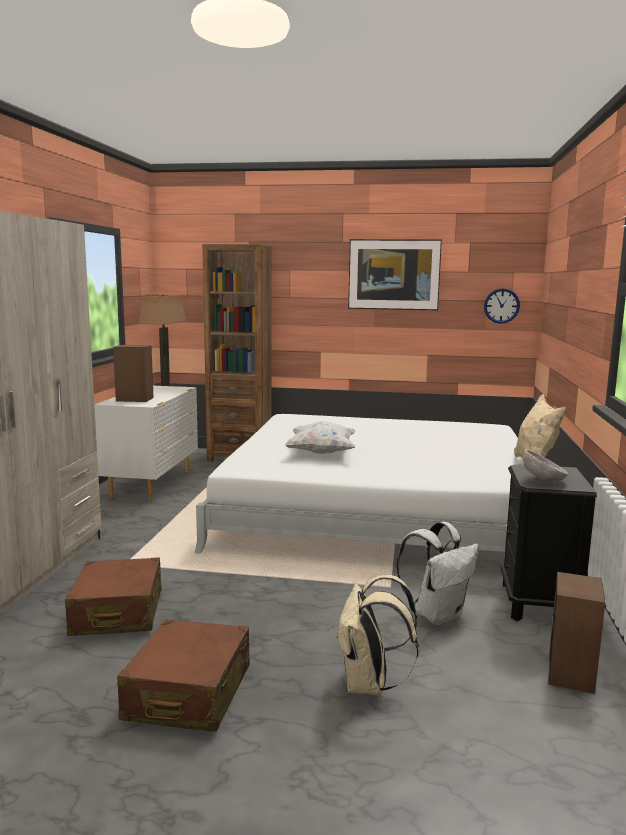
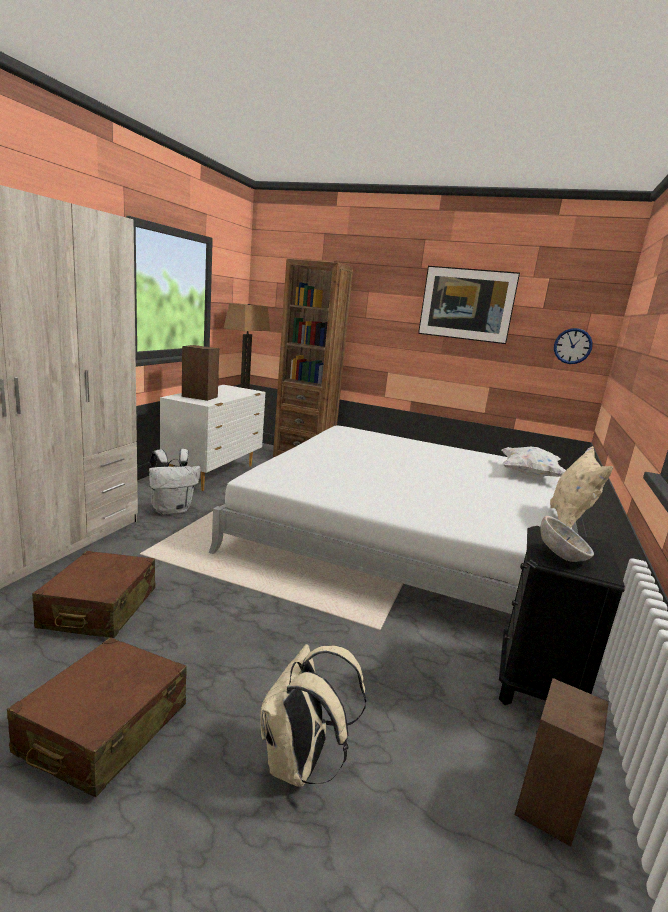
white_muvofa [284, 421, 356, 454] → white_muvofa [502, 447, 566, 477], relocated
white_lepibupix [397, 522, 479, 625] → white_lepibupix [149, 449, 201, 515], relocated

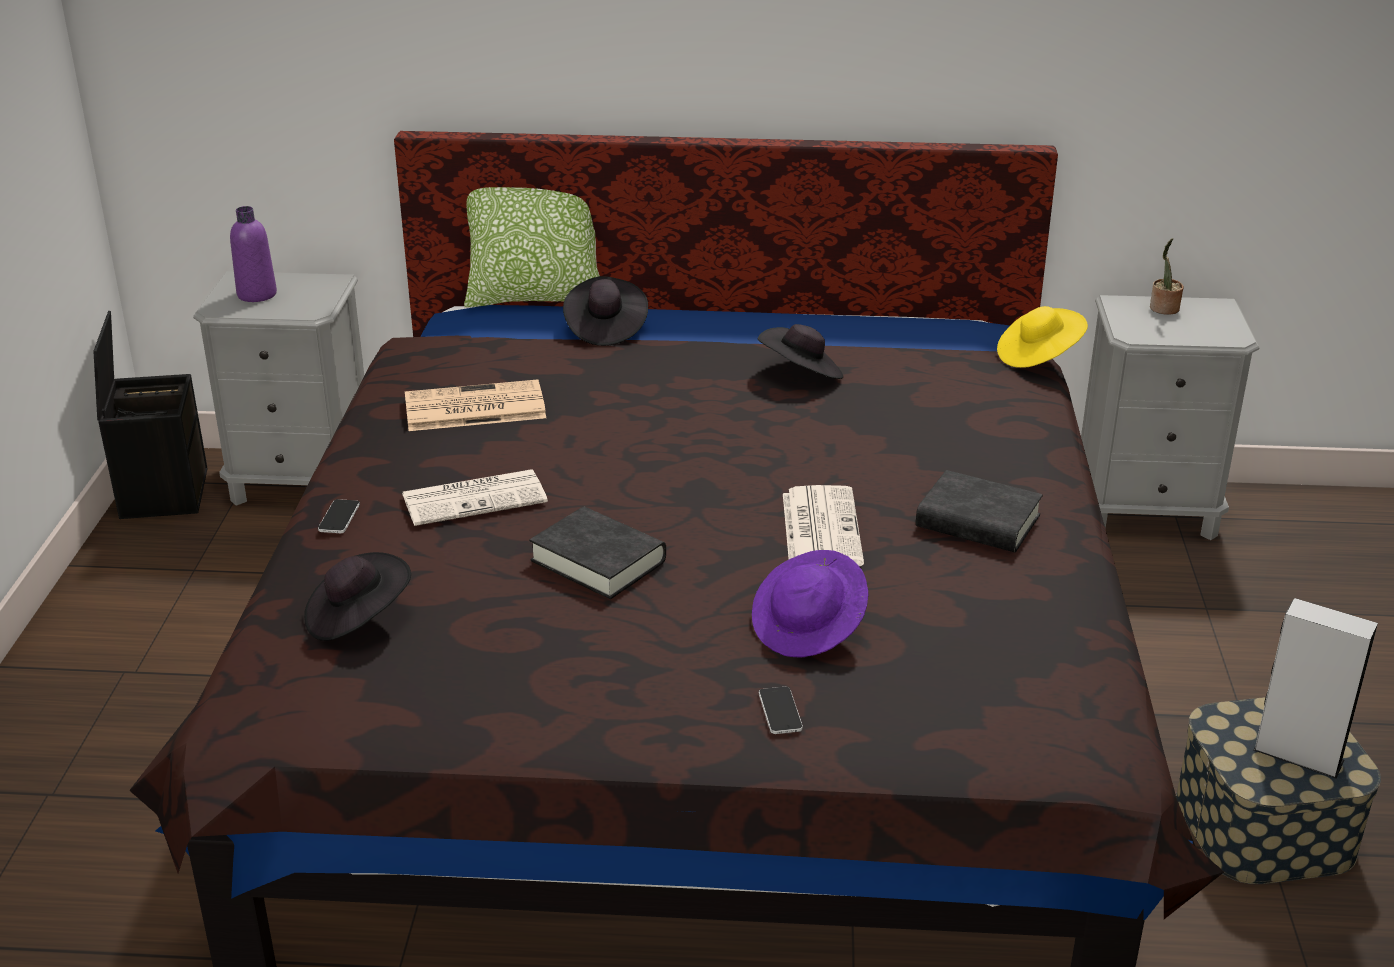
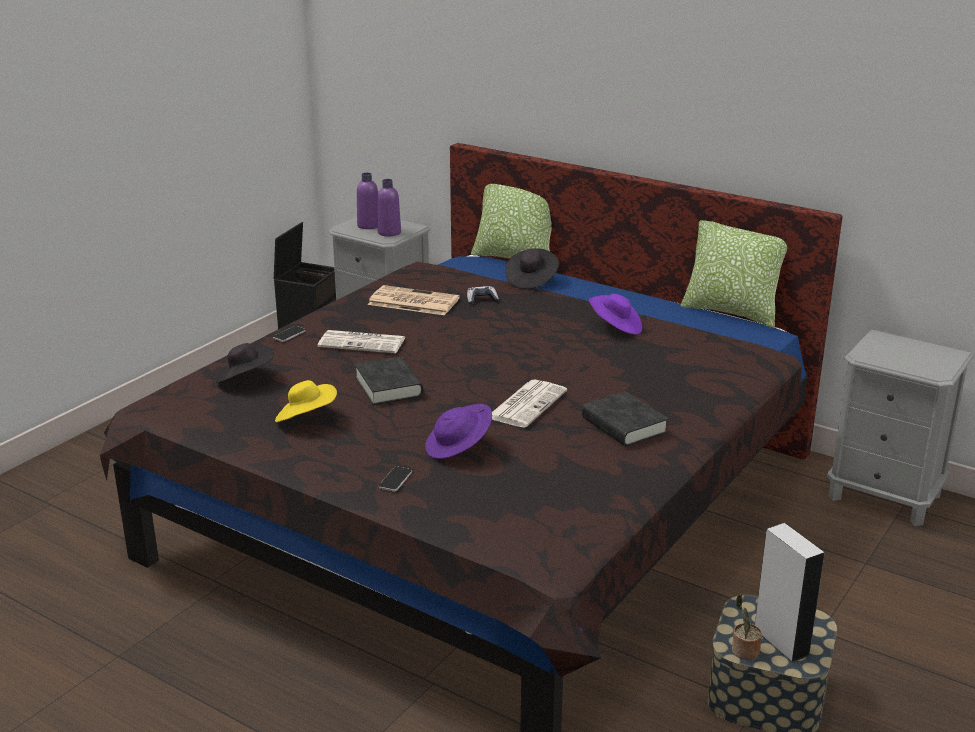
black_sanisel [757, 324, 843, 379] → purple_sanisel [589, 294, 642, 335]
yellow_sanisel [997, 306, 1088, 368] → yellow_sanisel [275, 380, 337, 422], relocated
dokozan [1150, 238, 1184, 315] → dokozan [732, 594, 762, 660], relocated
- → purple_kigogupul [377, 179, 401, 236]
- → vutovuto [467, 286, 499, 304]
- → muvofa [680, 220, 787, 328]

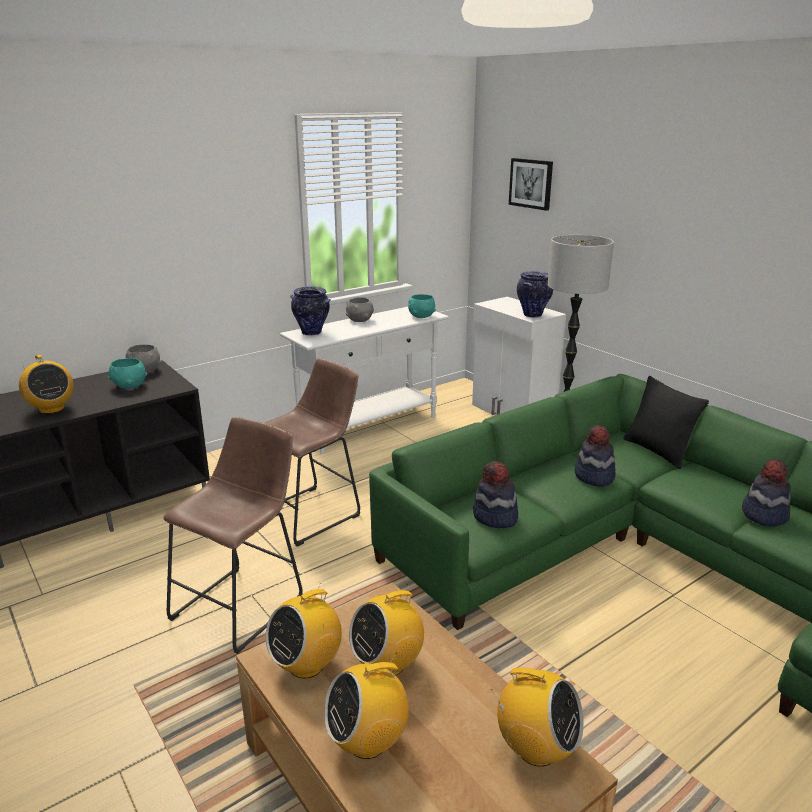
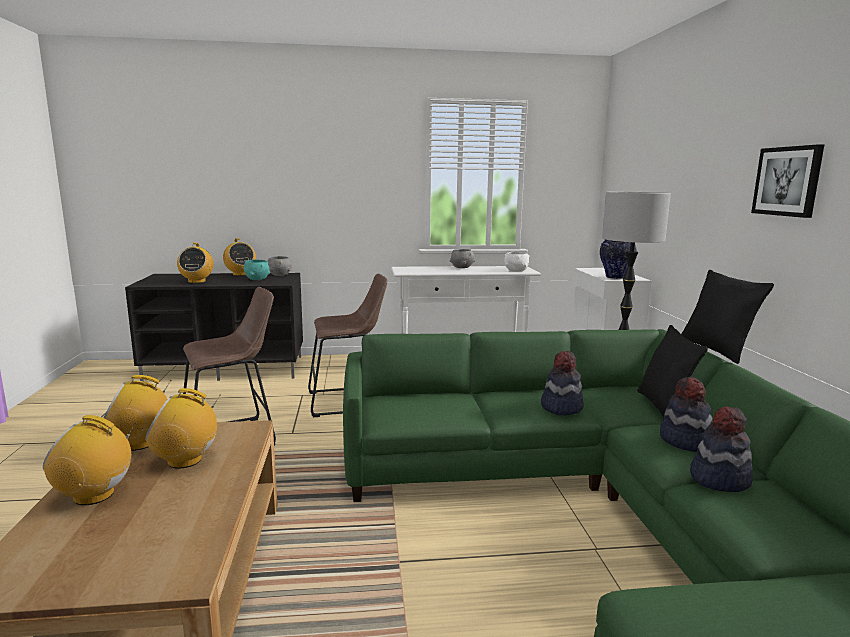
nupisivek [290, 287, 331, 335] → -
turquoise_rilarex [408, 294, 436, 318] → white_rilarex [504, 252, 529, 272]
sanisel [473, 461, 518, 528] → sanisel [660, 377, 713, 452], relocated
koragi [491, 667, 584, 767] → koragi [223, 238, 256, 276], relocated
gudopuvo [509, 158, 553, 211] → gudopuvo [751, 144, 824, 218], relocated
- → black_muvofa [681, 270, 774, 364]

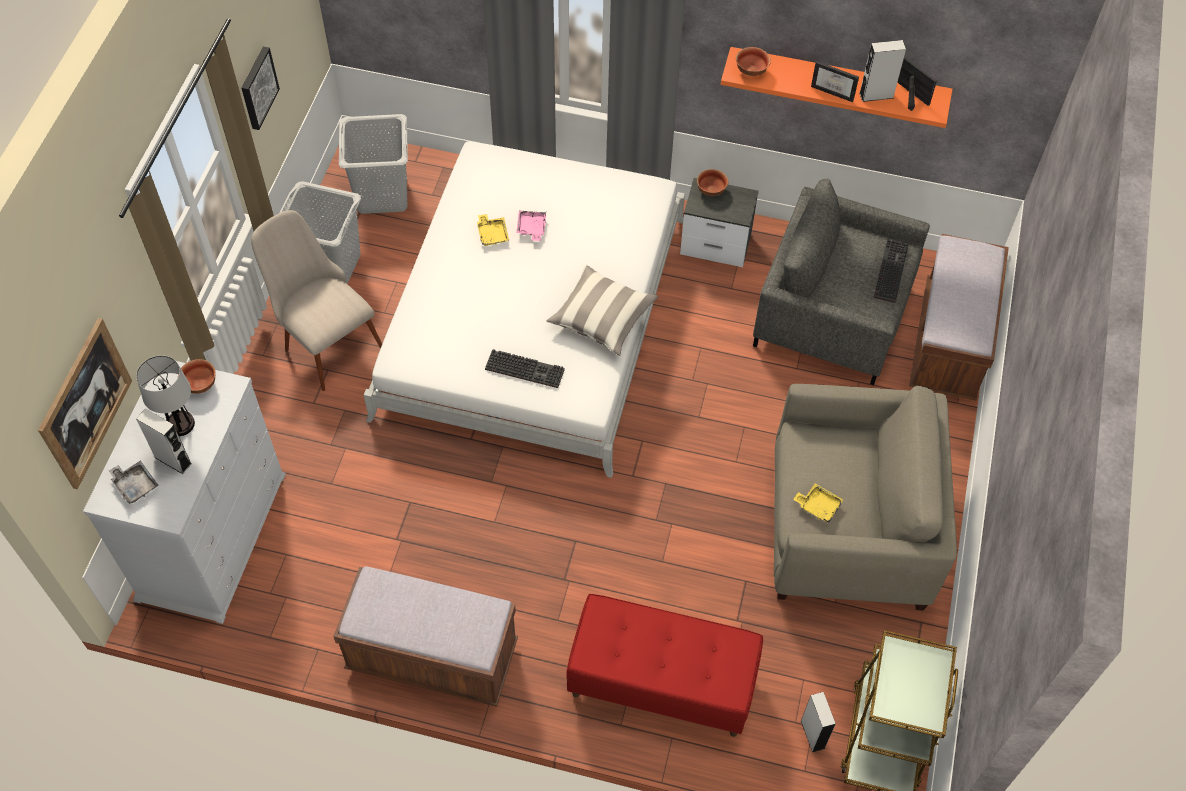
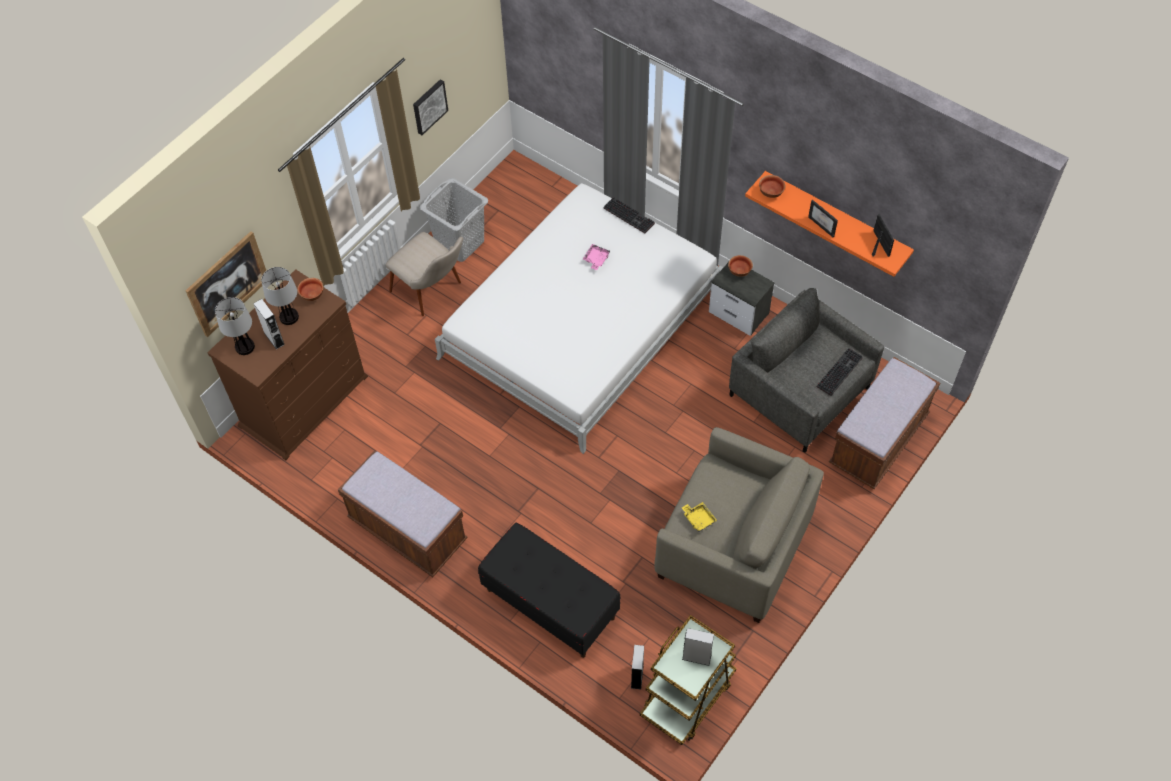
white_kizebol [83, 361, 286, 624] → brown_kizebol [207, 269, 368, 460]
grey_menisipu [109, 461, 159, 504] → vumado [215, 297, 255, 355]
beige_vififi [251, 210, 382, 391] → beige_vififi [386, 232, 463, 316], 150 degrees clockwise
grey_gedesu [339, 114, 408, 214] → -
yellow_menisipu [477, 214, 509, 246] → -
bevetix [485, 349, 565, 388] → bevetix [603, 197, 655, 233], relocated
muvofa [546, 265, 658, 356] → -
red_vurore [567, 594, 763, 737] → black_vurore [478, 523, 620, 658]
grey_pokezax [859, 40, 906, 102] → grey_pokezax [682, 628, 714, 666], relocated

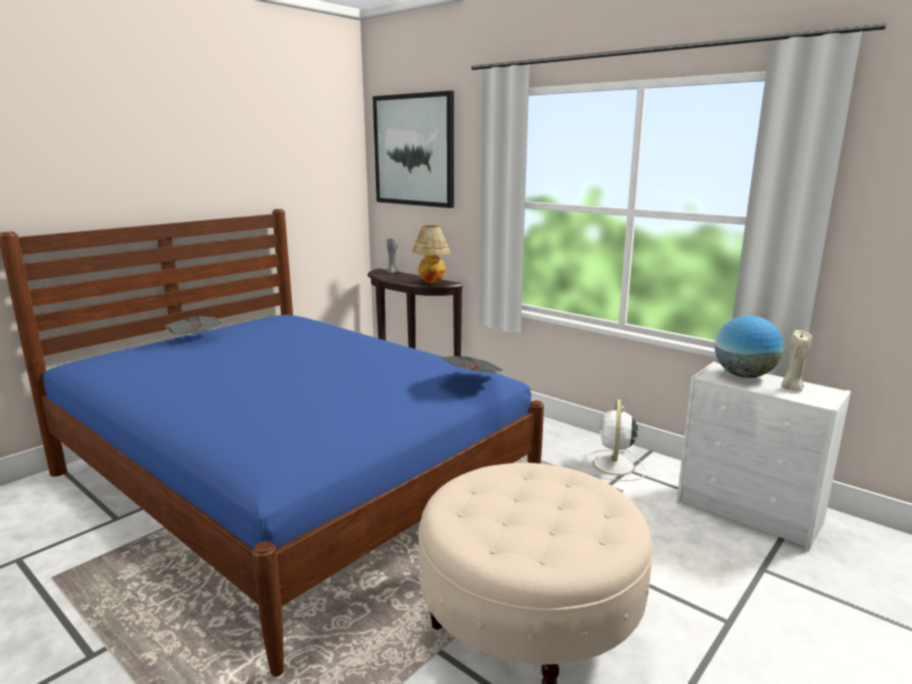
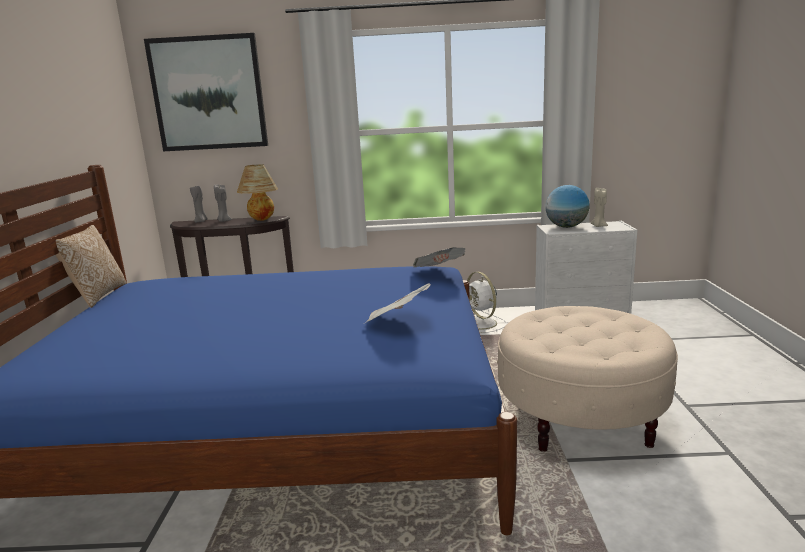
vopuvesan [165, 316, 222, 334] → vopuvesan [365, 283, 431, 323], relocated
- → muvofa [56, 225, 127, 308]
- → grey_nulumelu [214, 185, 232, 222]

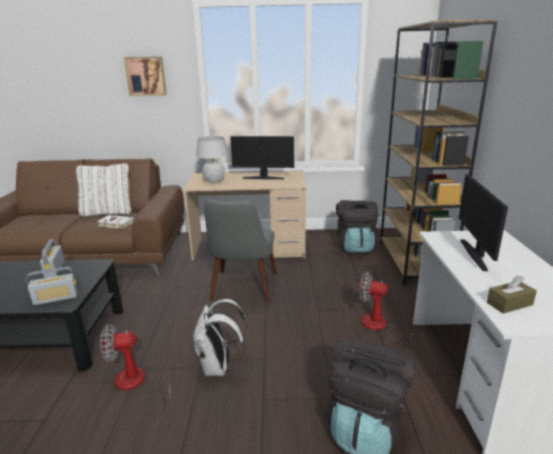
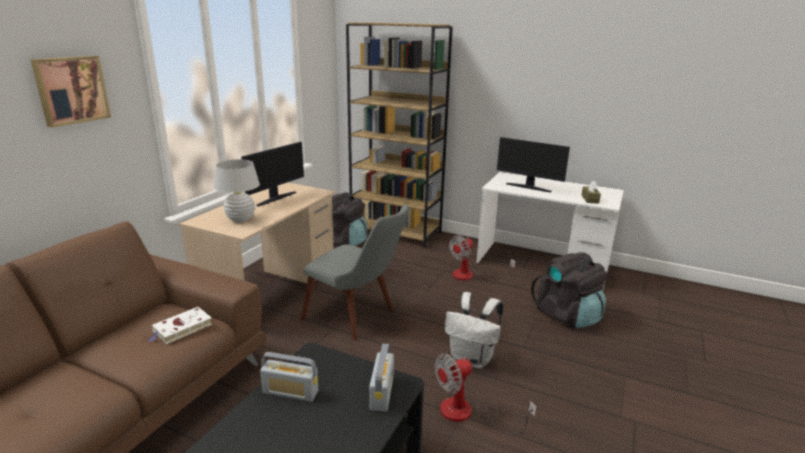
white_muvofa [76, 163, 132, 217] → -
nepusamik [100, 324, 171, 413] → nepusamik [435, 353, 537, 434], 45 degrees clockwise

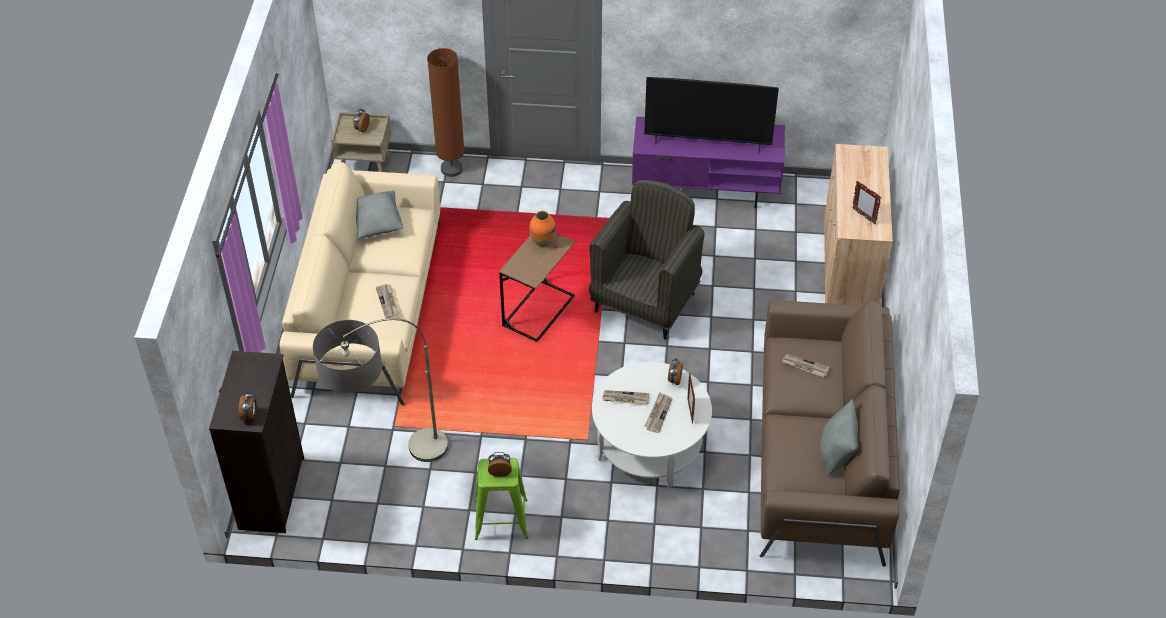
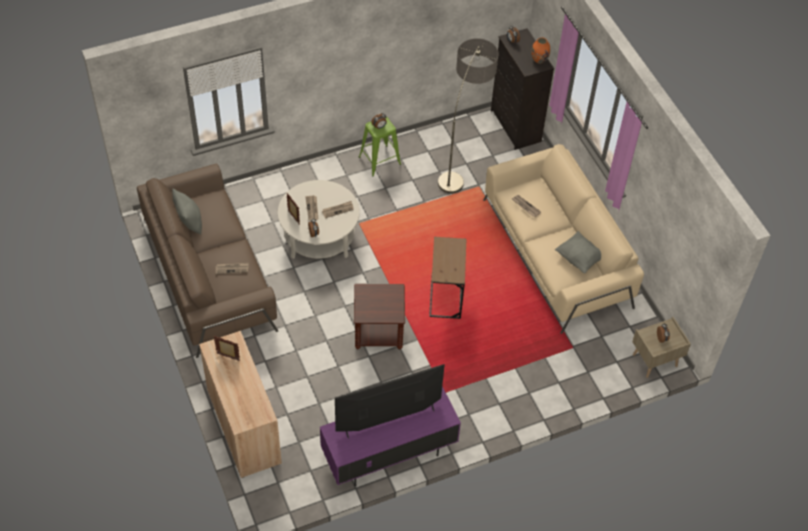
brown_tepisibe [427, 48, 465, 177] → -
orange_nupisivek [529, 211, 556, 247] → orange_nupisivek [531, 37, 550, 64], relocated
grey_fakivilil [589, 180, 705, 340] → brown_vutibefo [354, 284, 405, 350]

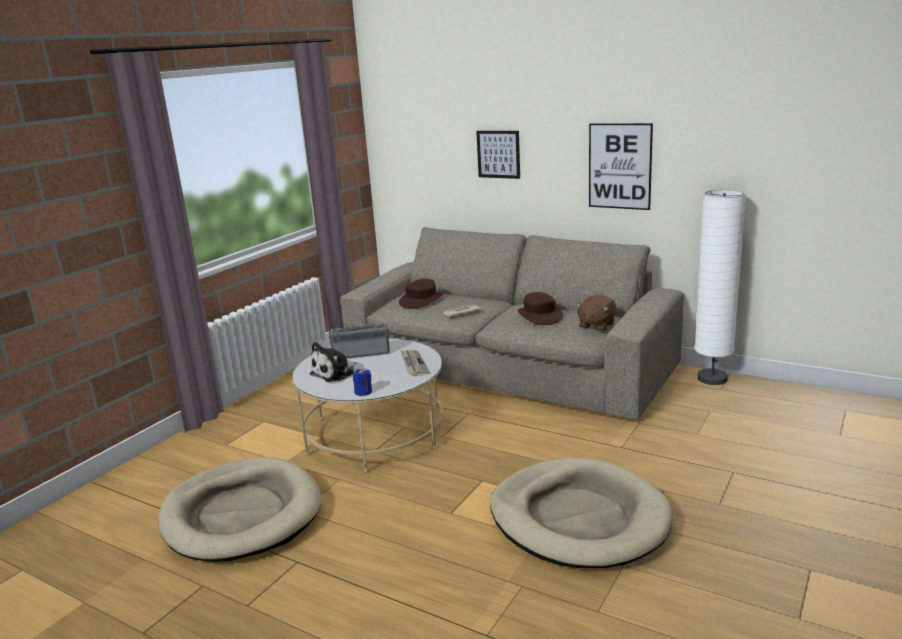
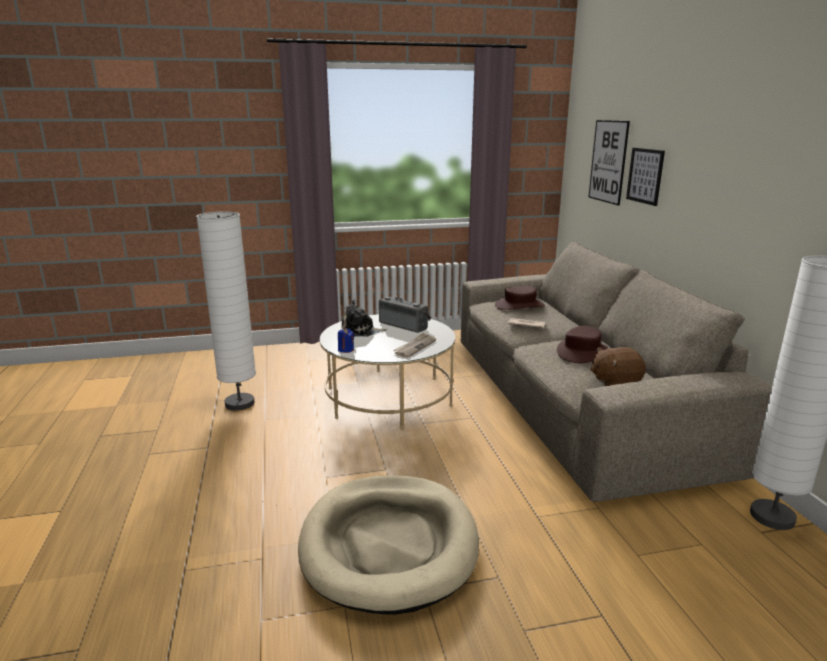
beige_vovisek [158, 457, 321, 562] → white_tepisibe [196, 212, 256, 411]
gudopuvo [589, 123, 653, 210] → gudopuvo [589, 120, 630, 205], relocated

